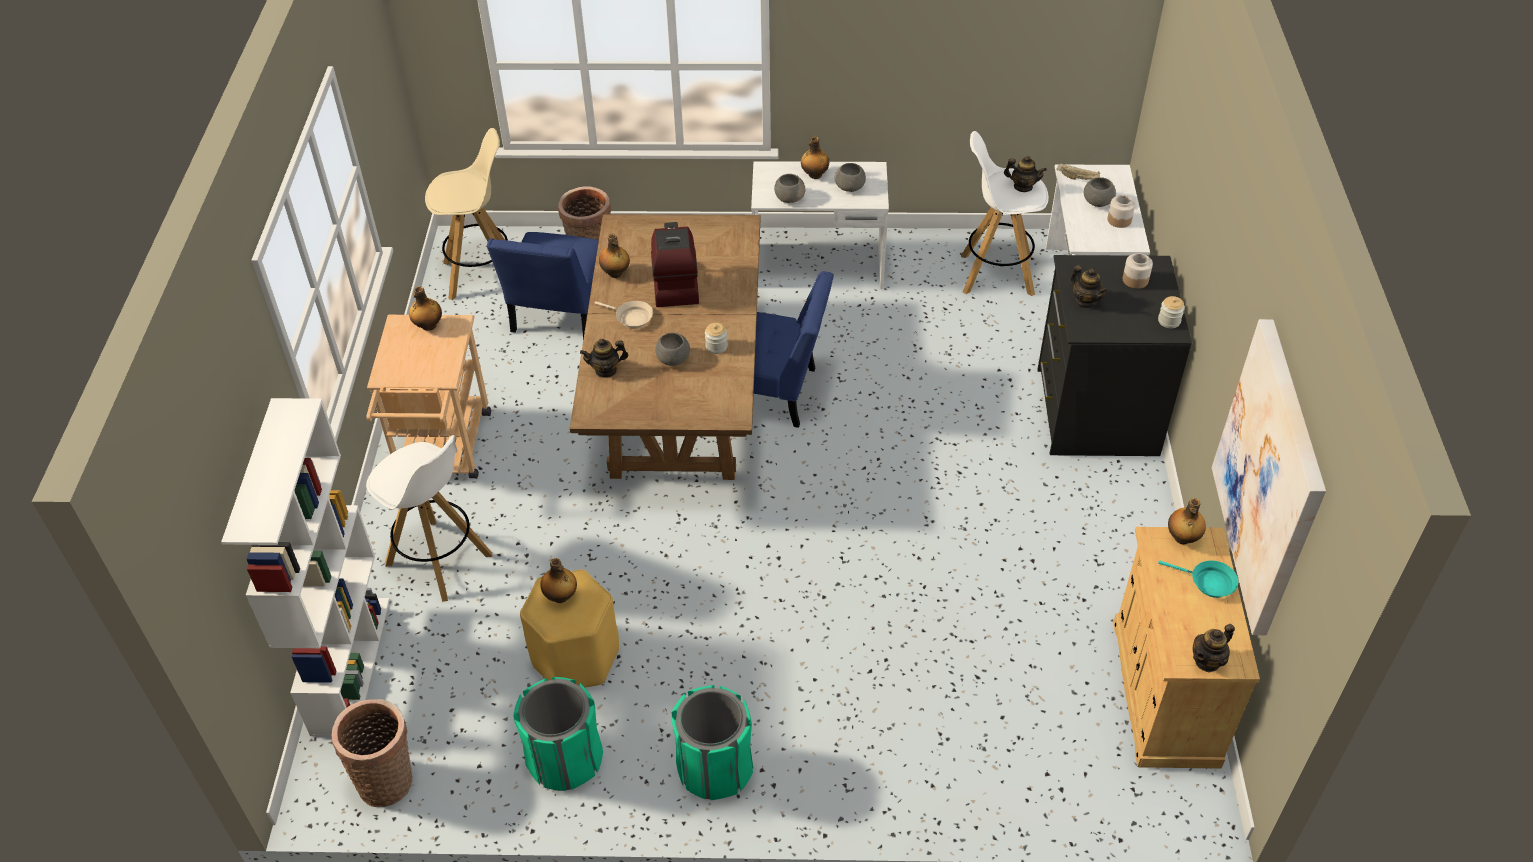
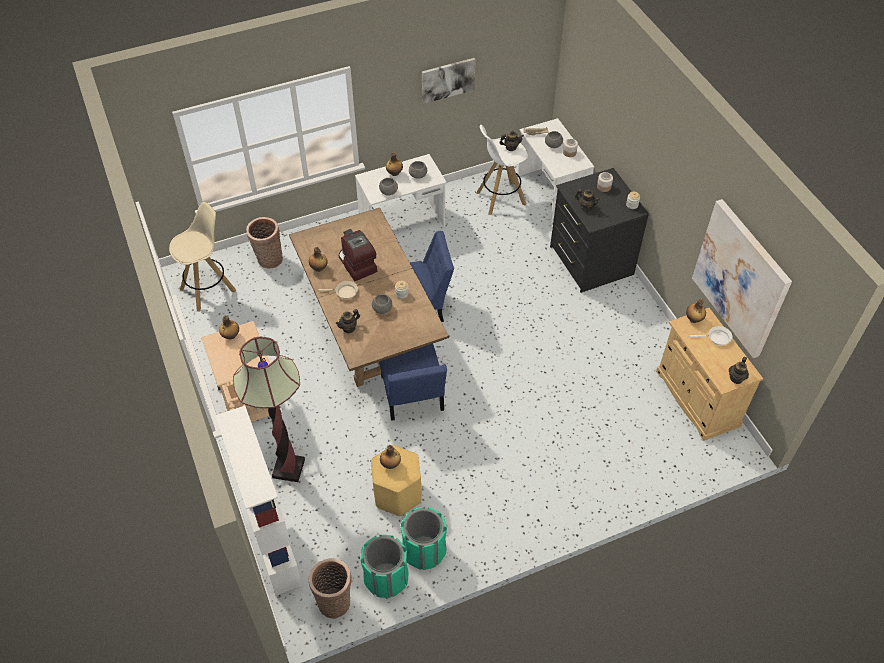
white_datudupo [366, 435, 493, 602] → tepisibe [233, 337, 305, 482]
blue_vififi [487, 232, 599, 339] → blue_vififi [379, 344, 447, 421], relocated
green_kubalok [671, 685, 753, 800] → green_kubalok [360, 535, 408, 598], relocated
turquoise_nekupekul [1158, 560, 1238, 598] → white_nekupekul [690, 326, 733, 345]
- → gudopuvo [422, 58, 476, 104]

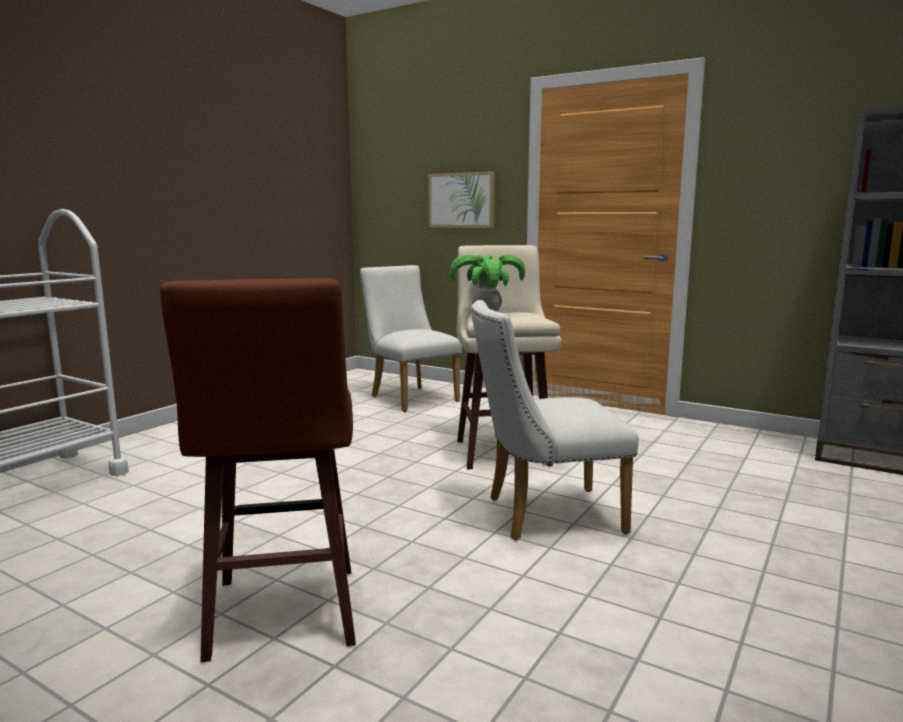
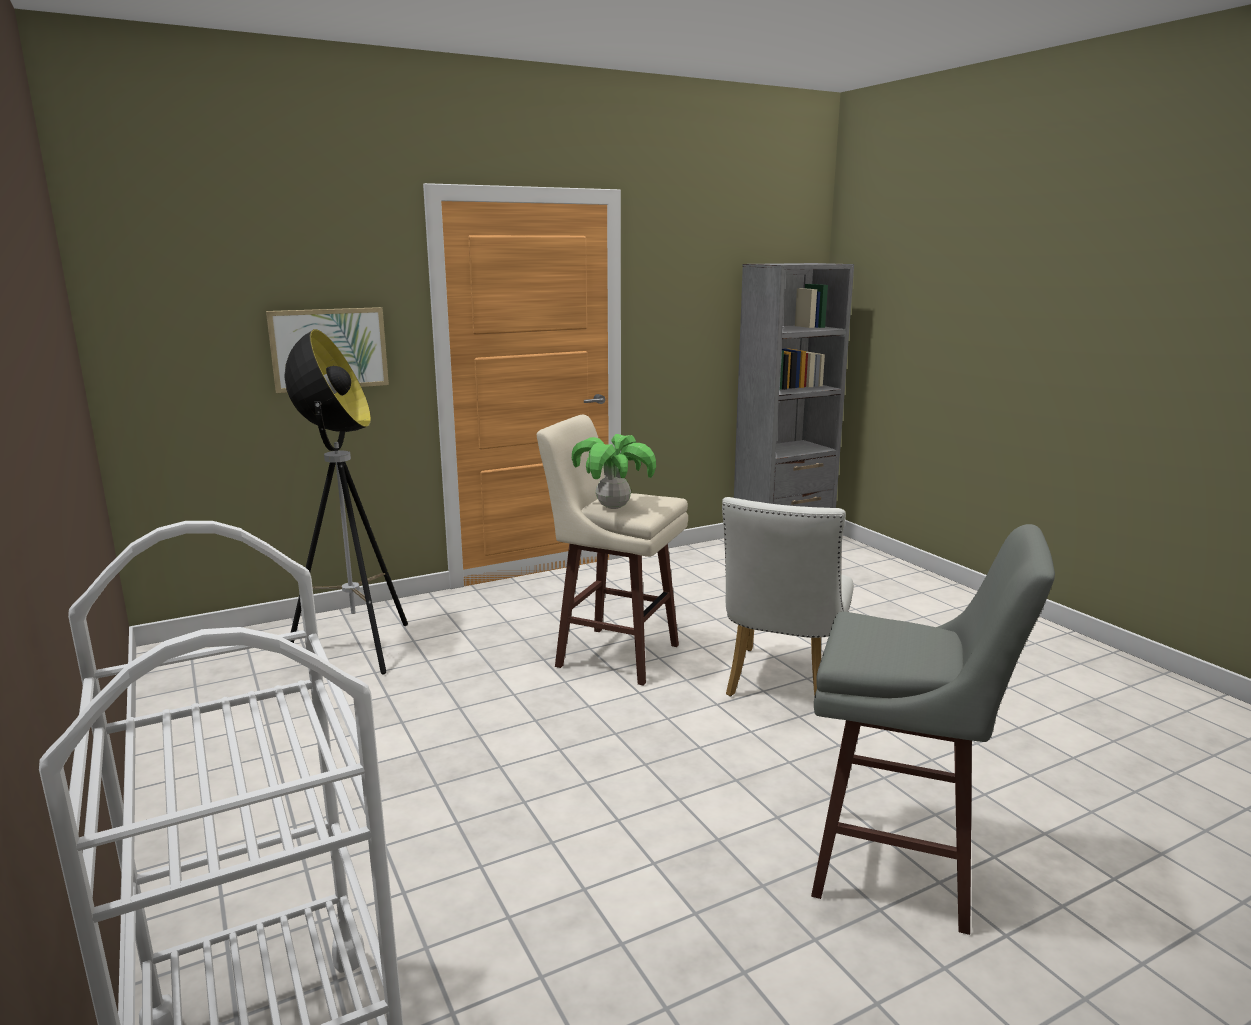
brown_datudupo [160, 278, 356, 662] → grey_datudupo [811, 524, 1055, 935]
white_vififi [360, 265, 462, 412] → tepisibe [285, 329, 408, 674]

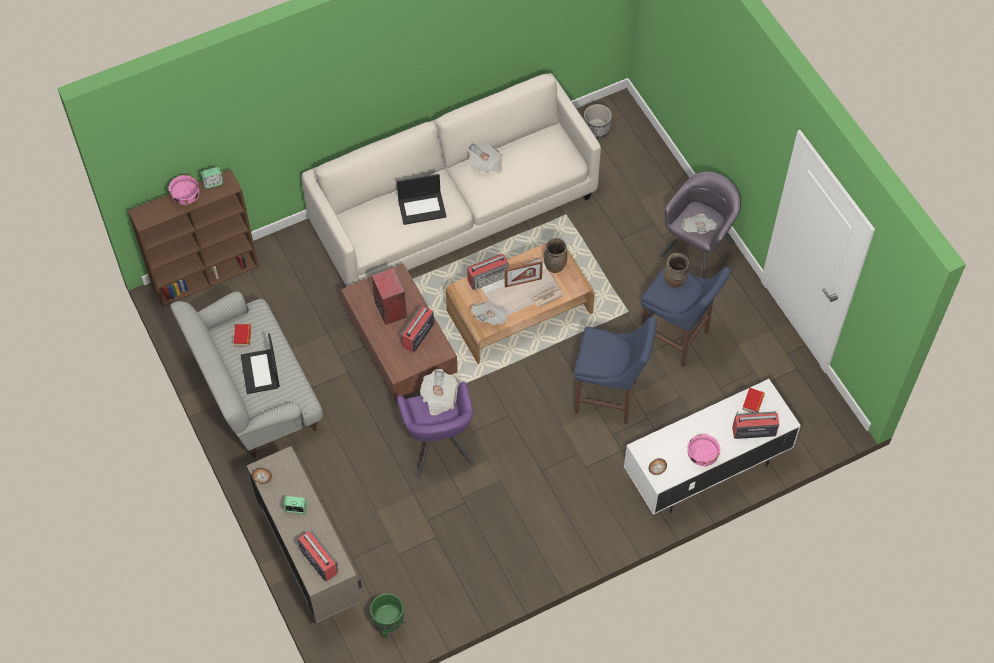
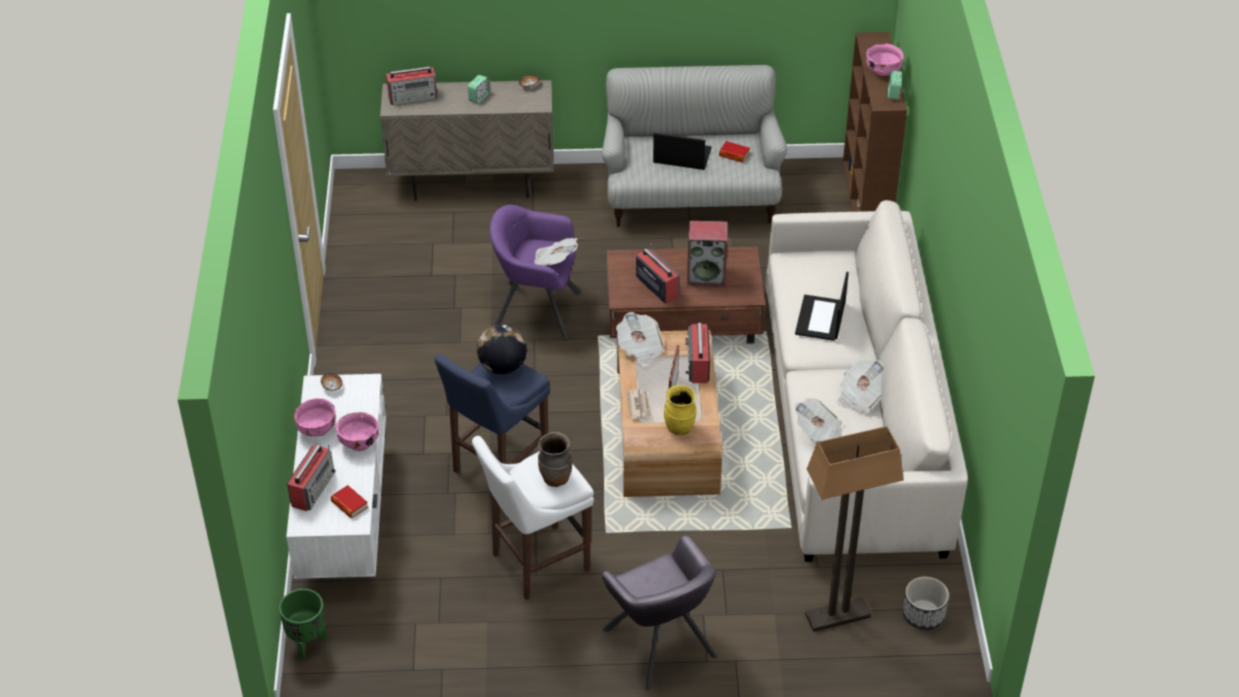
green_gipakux [370, 593, 404, 639] → green_gipakux [279, 589, 327, 659], relocated
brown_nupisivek [543, 238, 568, 273] → yellow_nupisivek [664, 385, 697, 435]
blue_datudupo [641, 263, 731, 367] → white_datudupo [472, 436, 594, 600]
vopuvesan [682, 214, 717, 234] → vopuvesan [795, 398, 842, 442], relocated
- → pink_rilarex [336, 412, 379, 451]
- → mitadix [477, 325, 527, 374]
- → tepisibe [805, 426, 904, 632]

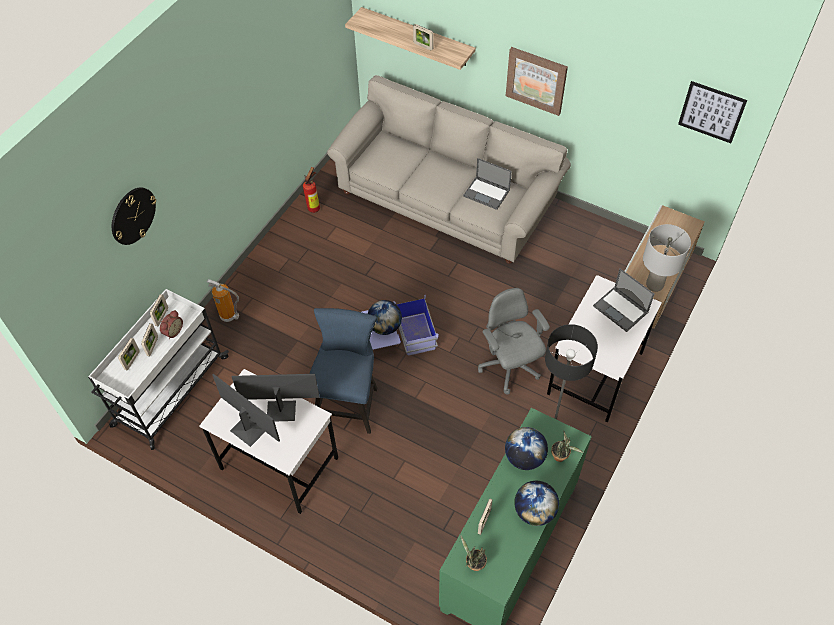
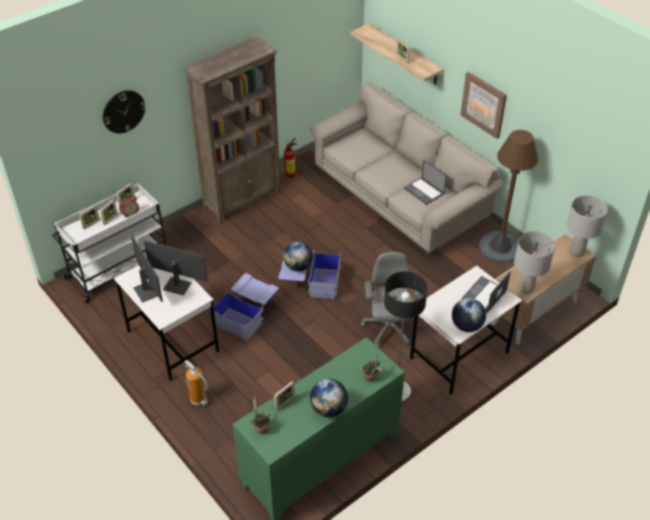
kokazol [207, 279, 239, 322] → kokazol [184, 360, 208, 406], relocated
blue_vififi [309, 308, 377, 434] → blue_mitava [214, 273, 279, 341]
mitadix [505, 427, 548, 470] → mitadix [452, 298, 486, 332], relocated
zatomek [593, 269, 654, 332] → zatomek [461, 271, 511, 313], 60 degrees clockwise
gudopuvo [678, 81, 747, 143] → -
- → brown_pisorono [183, 36, 281, 223]
- → brown_tepisibe [479, 130, 538, 262]
- → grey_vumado [567, 195, 608, 257]

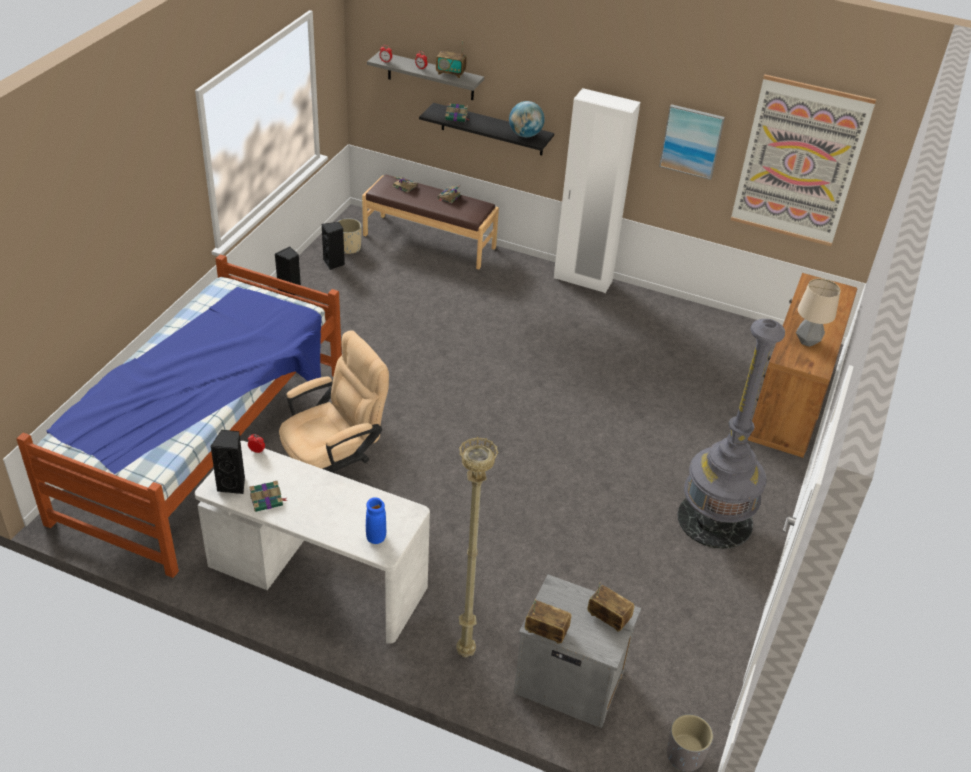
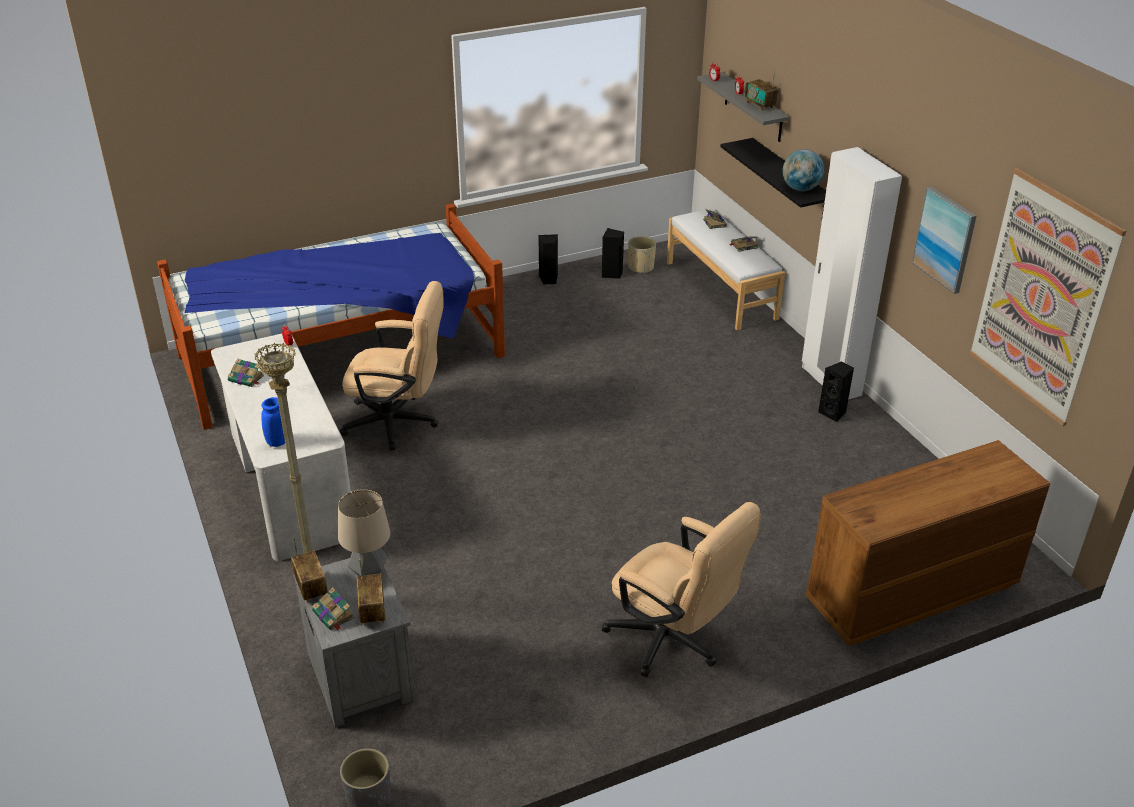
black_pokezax [210, 430, 245, 494] → black_pokezax [818, 361, 854, 422], relocated
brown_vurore [362, 174, 499, 269] → white_vurore [667, 209, 785, 330]
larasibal [445, 103, 470, 122] → larasibal [312, 587, 355, 631], relocated
grey_tepisibe [678, 319, 785, 549] → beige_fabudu [602, 502, 761, 677]
vumado [796, 278, 840, 347] → vumado [338, 489, 390, 576], relocated

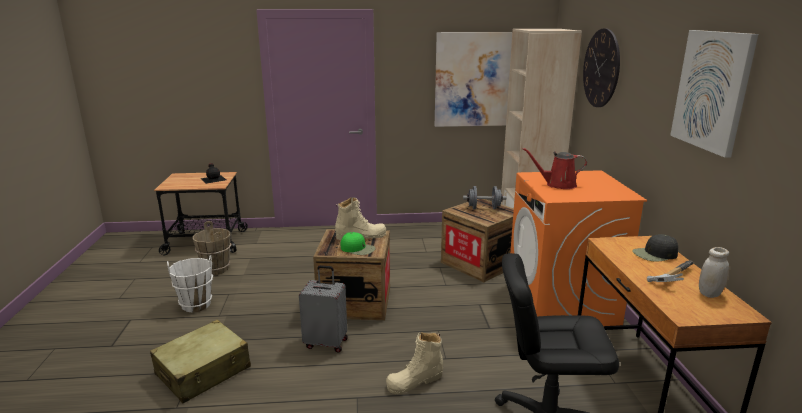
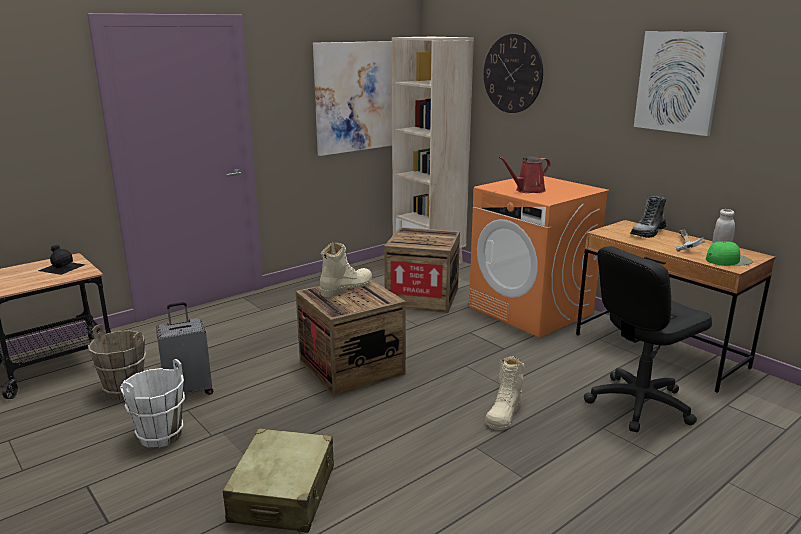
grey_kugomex [299, 265, 348, 353] → grey_kugomex [156, 302, 213, 395], relocated
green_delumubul [340, 232, 376, 255] → green_delumubul [706, 241, 753, 266], relocated
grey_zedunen [463, 186, 506, 209] → -
black_delumubul [632, 234, 678, 261] → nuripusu [630, 195, 666, 238]

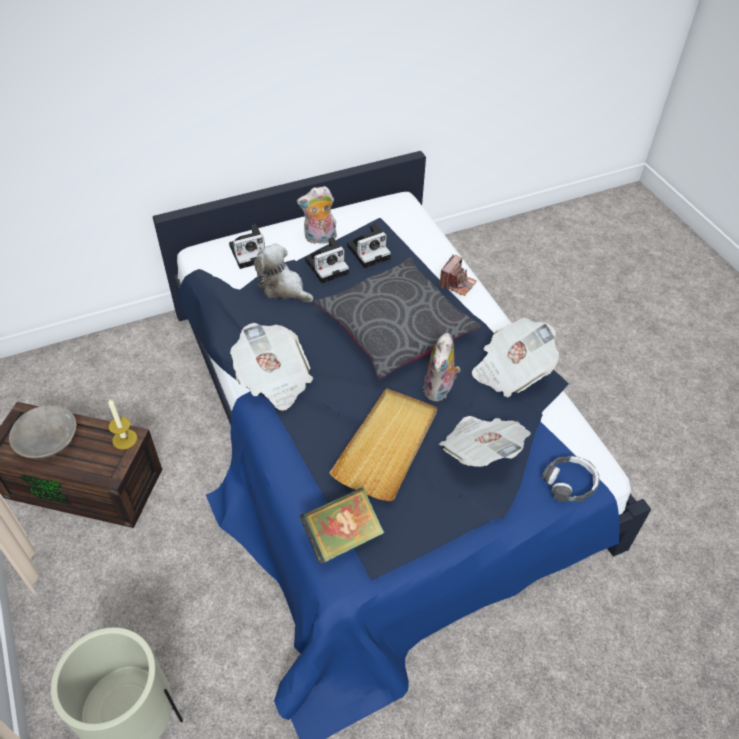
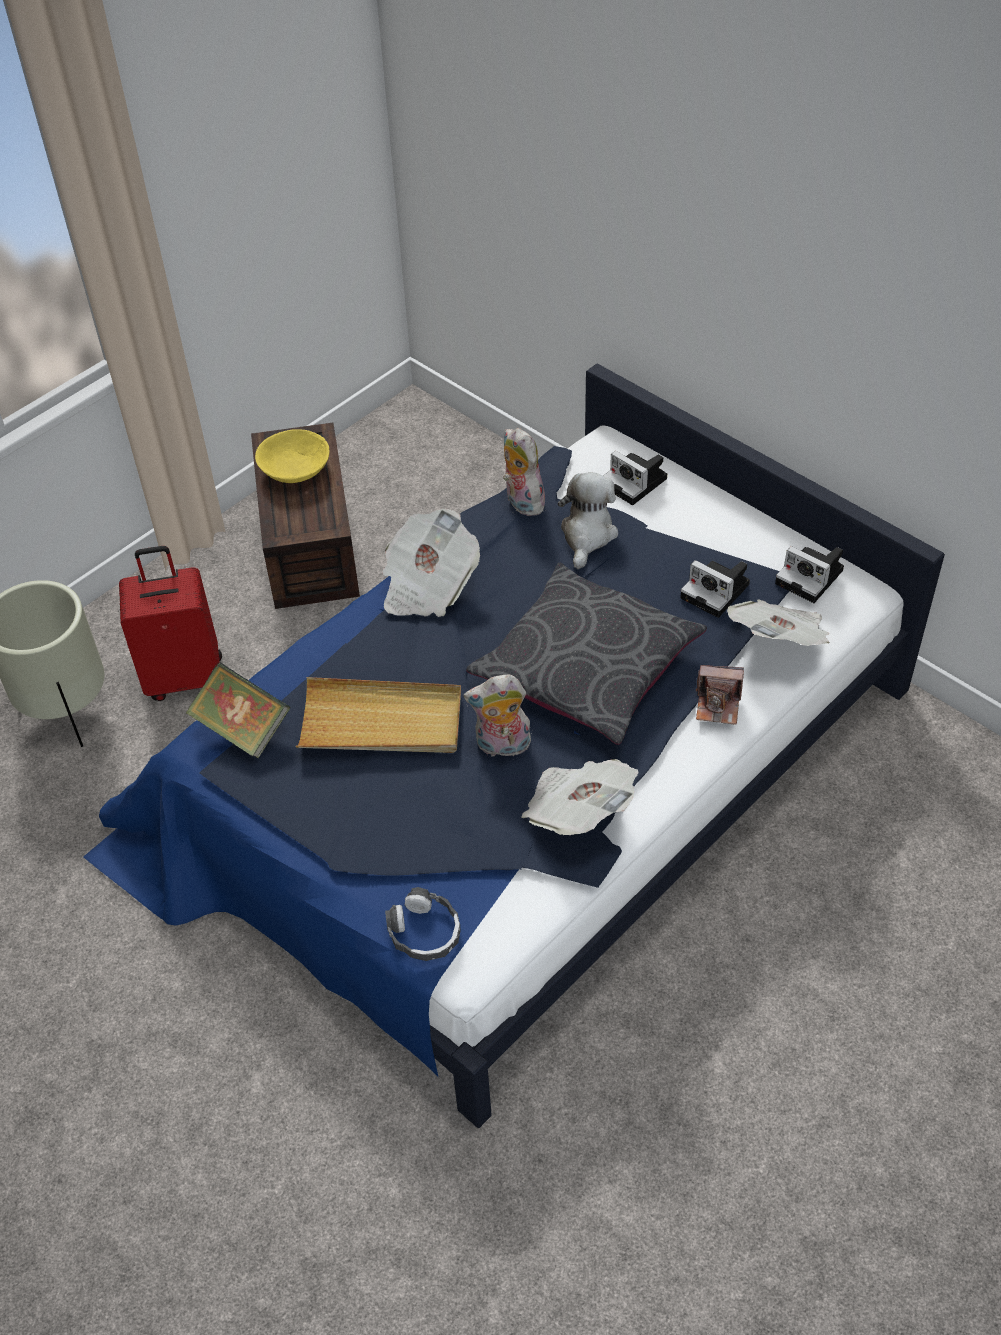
grey_rilarex [9, 405, 77, 458] → yellow_rilarex [255, 429, 329, 483]
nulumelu [108, 398, 137, 450] → -
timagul [297, 186, 337, 244] → timagul [503, 428, 545, 516], relocated
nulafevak [305, 237, 349, 283] → nulafevak [775, 546, 844, 603], relocated
vopuvesan [439, 416, 530, 467] → vopuvesan [727, 599, 829, 646], relocated
- → red_kugomex [119, 546, 222, 701]

